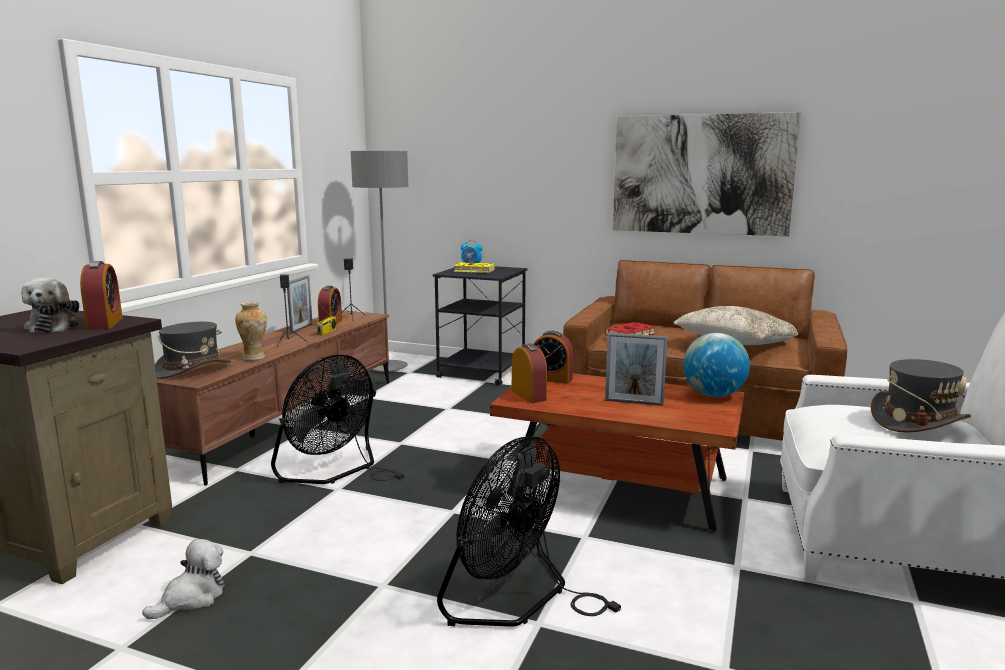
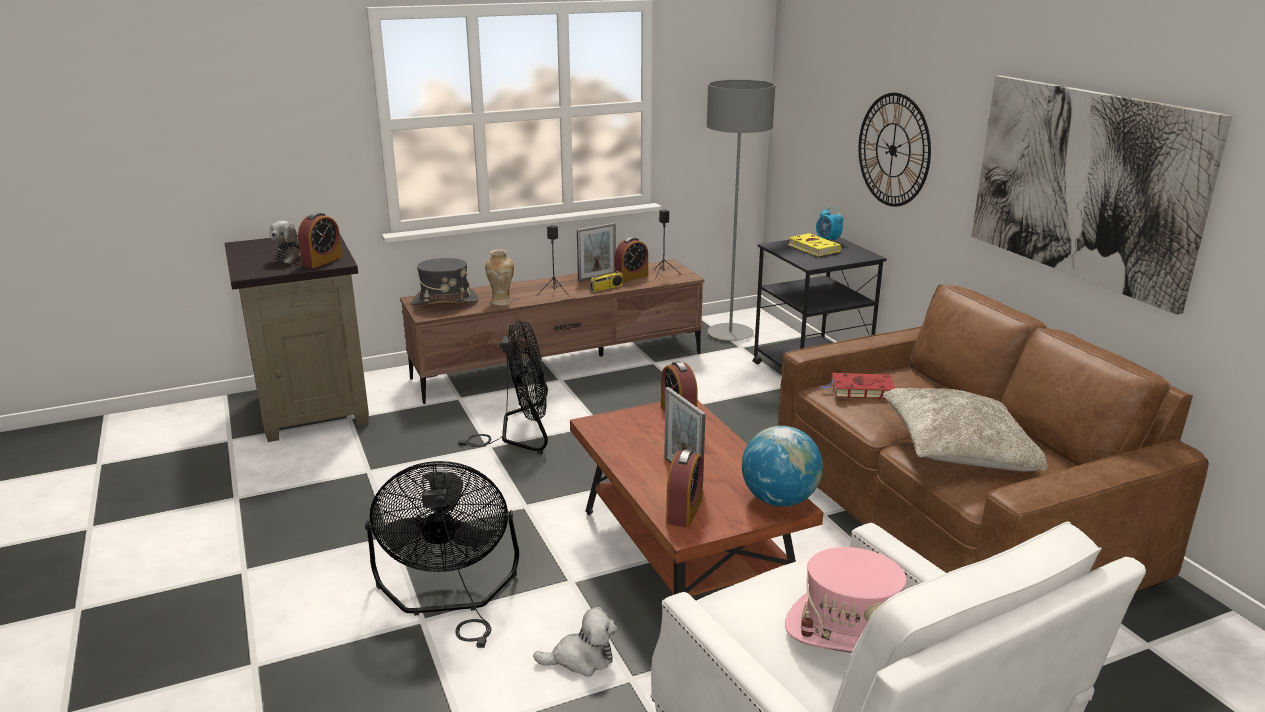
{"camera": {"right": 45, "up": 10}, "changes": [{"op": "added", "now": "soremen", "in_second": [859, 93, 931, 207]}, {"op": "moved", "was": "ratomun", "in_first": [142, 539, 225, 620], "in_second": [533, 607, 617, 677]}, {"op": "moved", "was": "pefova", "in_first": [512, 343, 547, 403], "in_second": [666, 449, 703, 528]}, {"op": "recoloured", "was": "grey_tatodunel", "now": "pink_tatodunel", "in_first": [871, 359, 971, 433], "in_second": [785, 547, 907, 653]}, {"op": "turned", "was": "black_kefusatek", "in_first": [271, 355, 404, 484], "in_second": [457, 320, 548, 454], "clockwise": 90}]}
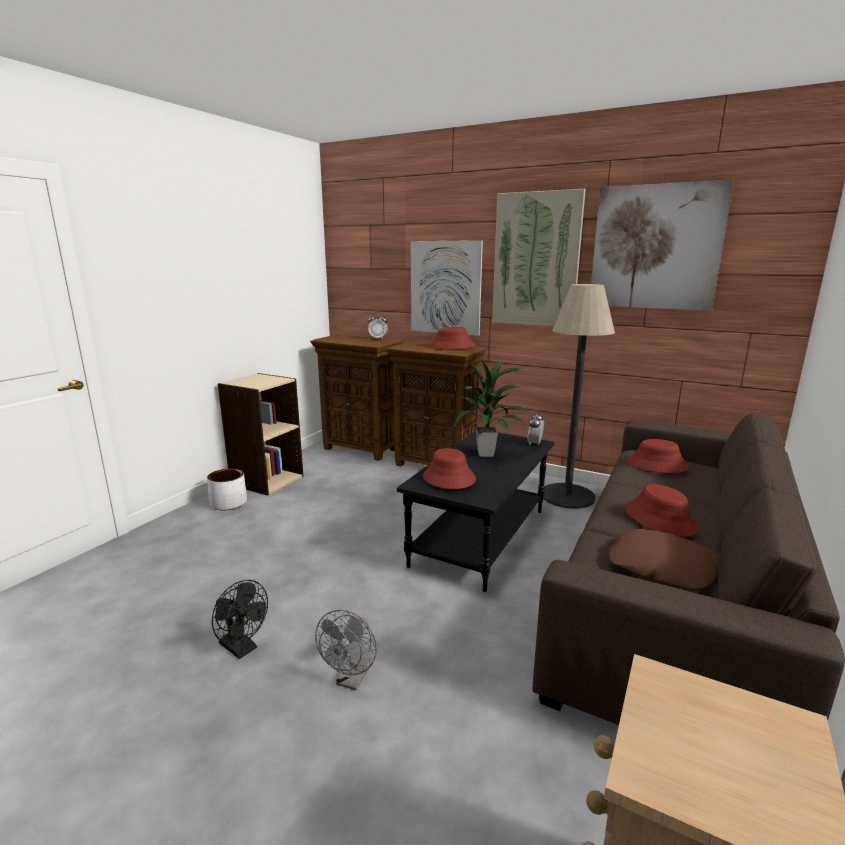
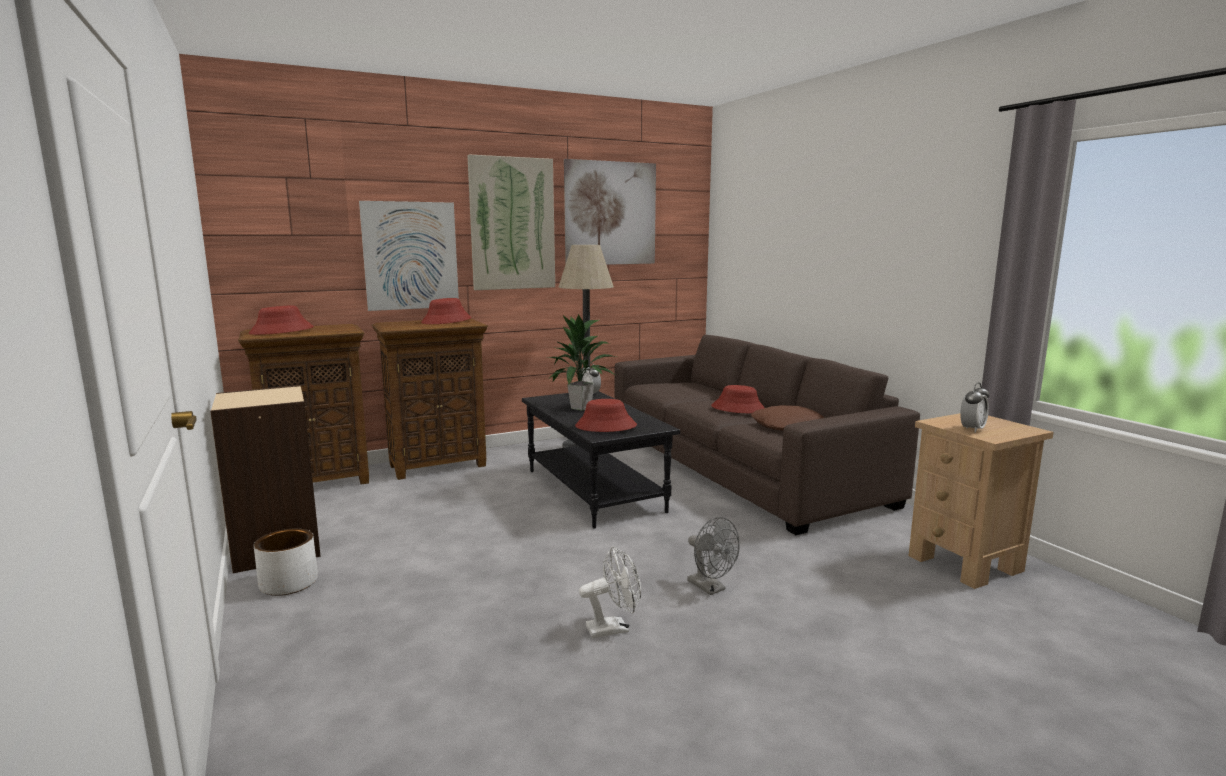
{"camera": {"right": -55, "up": -5}, "changes": [{"op": "moved", "was": "pefova", "in_first": [368, 313, 388, 339], "in_second": [960, 383, 989, 433]}, {"op": "moved", "was": "red_tatodunel", "in_first": [626, 439, 690, 473], "in_second": [248, 306, 314, 335]}, {"op": "recoloured", "was": "black_kefusatek", "now": "white_kefusatek", "in_first": [212, 580, 268, 659], "in_second": [579, 546, 641, 638]}]}
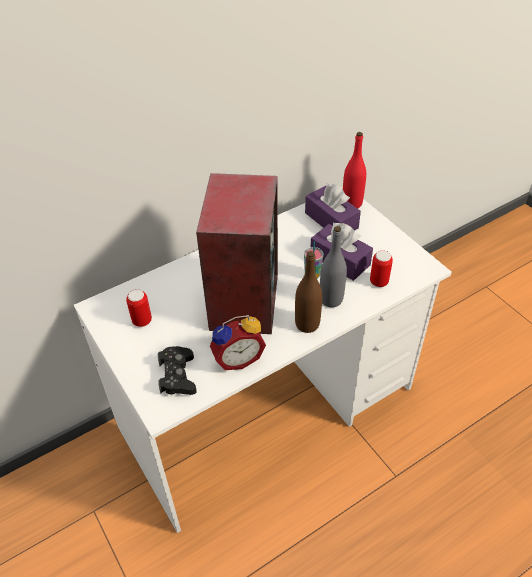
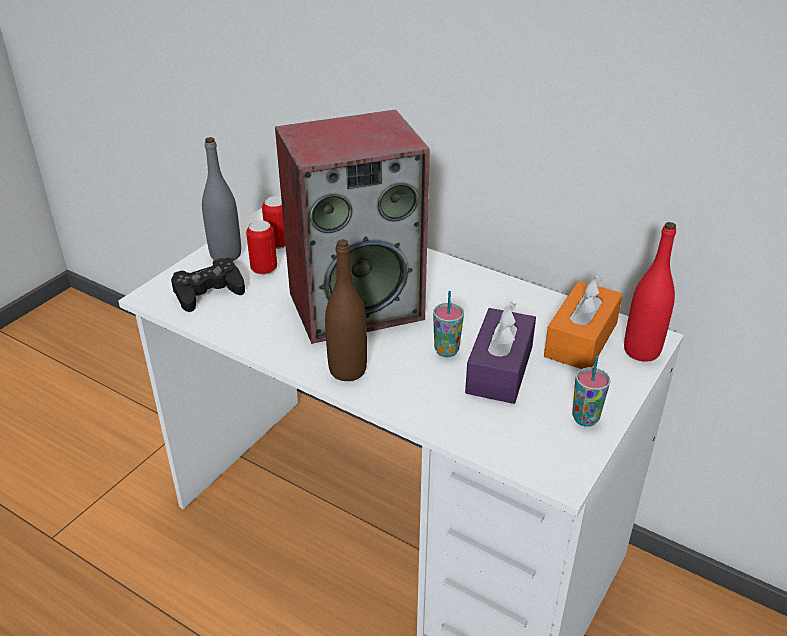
{"camera": {"right": 65, "up": -10}, "changes": [{"op": "removed", "was": "pefova", "in_first": [210, 315, 266, 370]}, {"op": "added", "now": "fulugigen", "in_second": [572, 356, 611, 427]}, {"op": "moved", "was": "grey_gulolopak", "in_first": [320, 226, 347, 307], "in_second": [202, 137, 241, 261]}, {"op": "moved", "was": "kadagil", "in_first": [370, 251, 393, 287], "in_second": [246, 220, 277, 275]}, {"op": "recoloured", "was": "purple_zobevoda", "now": "orange_zobevoda", "in_first": [305, 183, 361, 231], "in_second": [544, 275, 623, 369]}]}
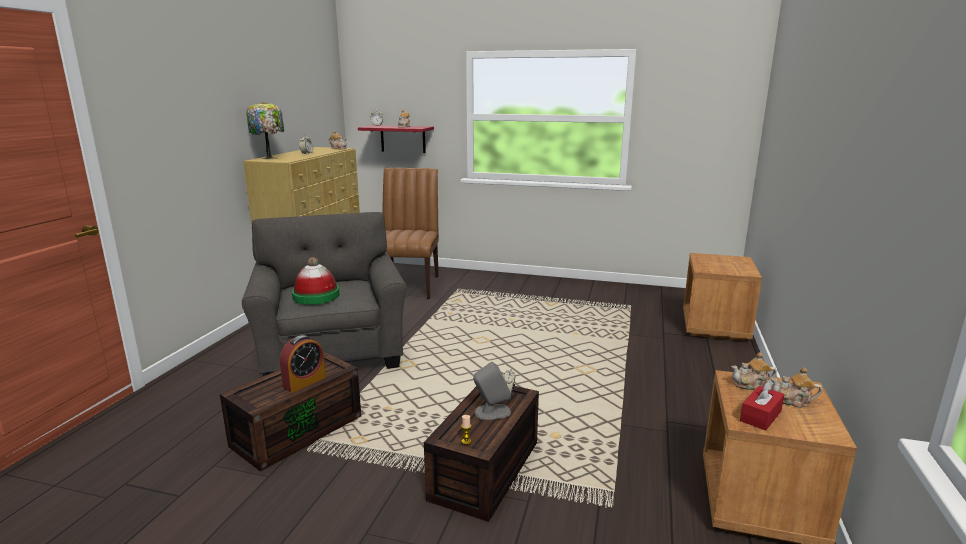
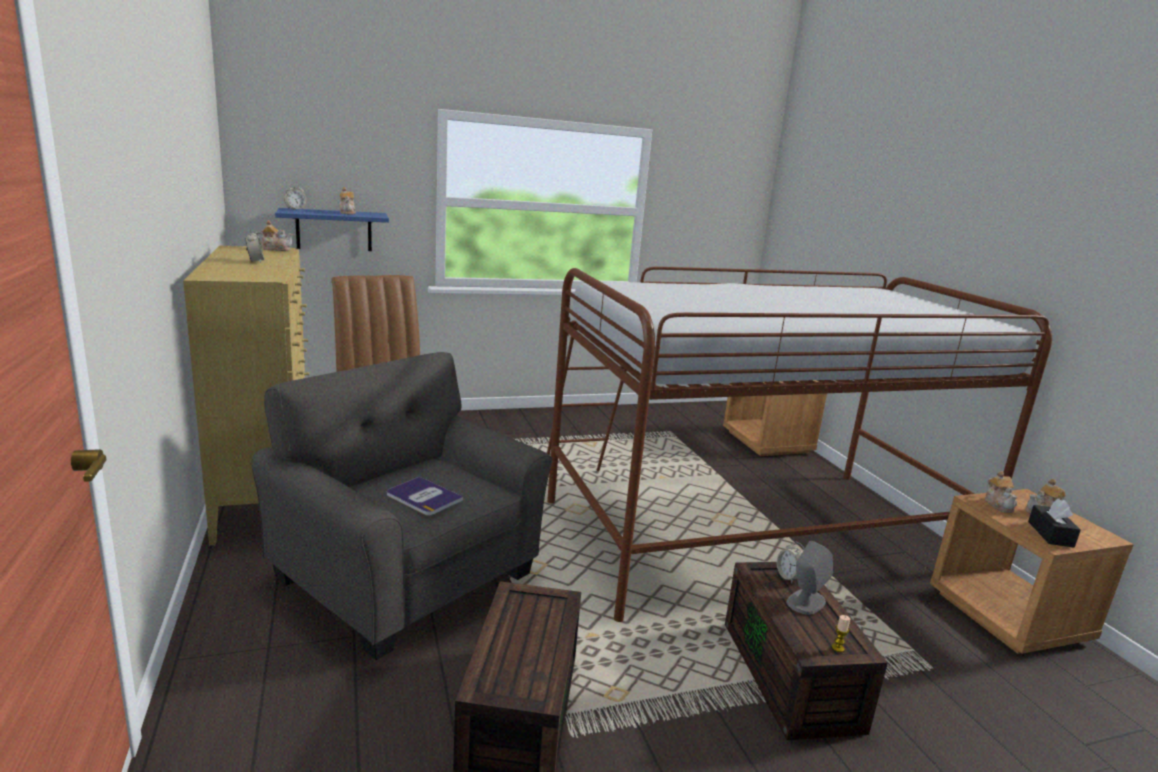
{"camera": {"right": -35, "up": 0}, "changes": [{"op": "removed", "was": "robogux", "in_first": [246, 102, 284, 160]}, {"op": "removed", "was": "pefova", "in_first": [280, 335, 326, 393]}, {"op": "added", "now": "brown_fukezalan", "in_second": [547, 267, 1052, 622]}, {"op": "replaced", "was": "tatodunel", "now": "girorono", "in_first": [292, 257, 340, 305], "in_second": [387, 477, 463, 516]}, {"op": "recoloured", "was": "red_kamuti", "now": "blue_kamuti", "in_first": [358, 125, 434, 153], "in_second": [275, 208, 389, 251]}, {"op": "recoloured", "was": "red_zobevoda", "now": "black_zobevoda", "in_first": [740, 381, 785, 431], "in_second": [1028, 499, 1081, 548]}, {"op": "turned", "was": "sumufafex", "in_first": [731, 352, 777, 390], "in_second": [985, 471, 1018, 513], "clockwise": -60}]}
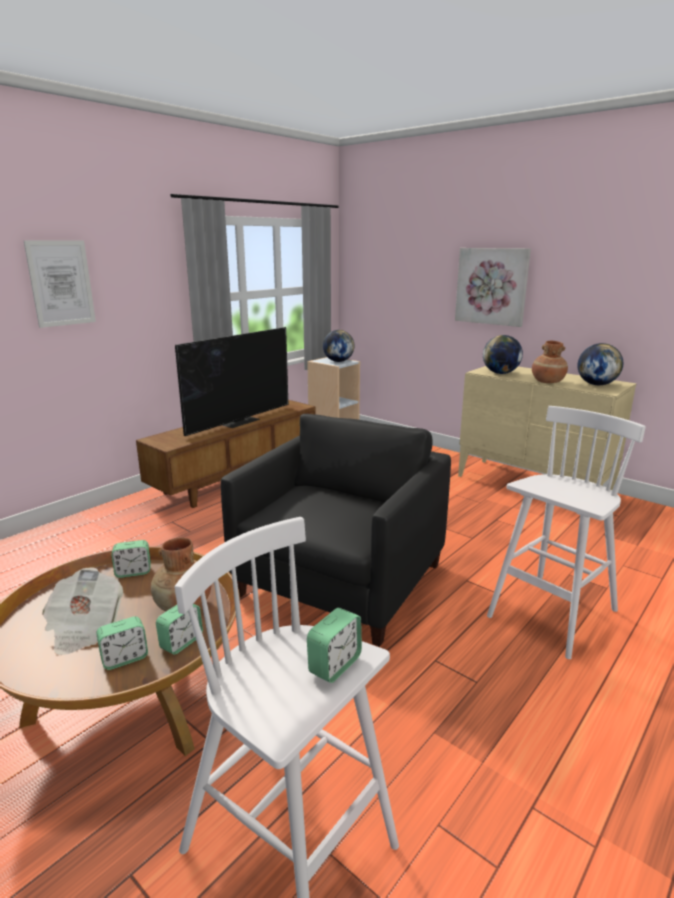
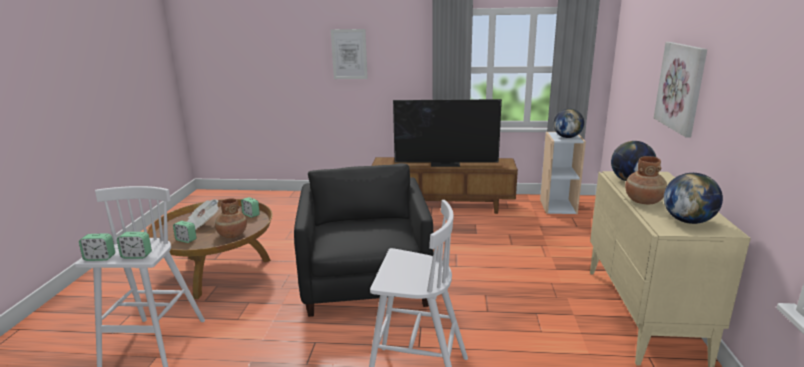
{"camera": {"right": 55, "up": 0}, "changes": [{"op": "moved", "was": "pefova", "in_first": [156, 604, 203, 655], "in_second": [79, 233, 115, 261]}, {"op": "turned", "was": "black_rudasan", "in_first": [221, 414, 451, 647], "in_second": [294, 163, 434, 317], "clockwise": -90}]}
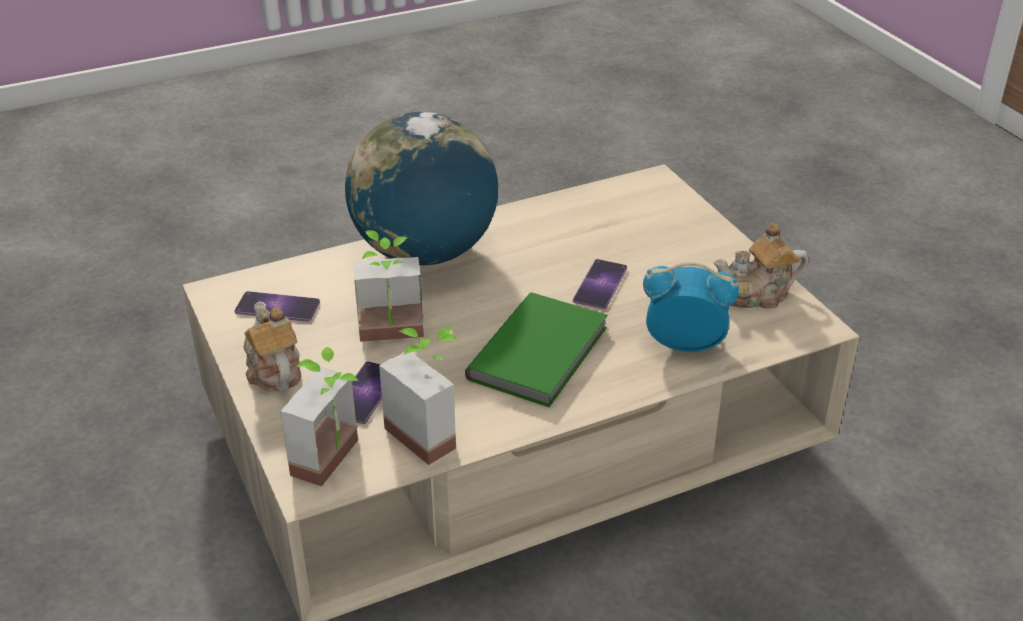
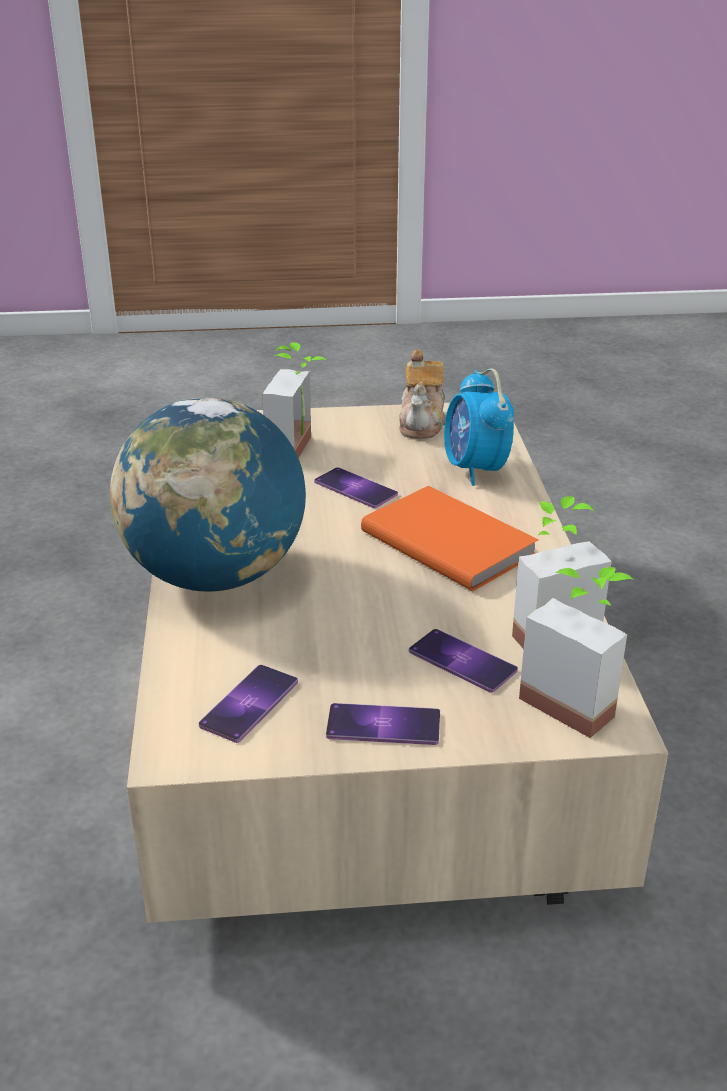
{"camera": {"right": -70, "up": -5}, "changes": [{"op": "moved", "was": "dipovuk", "in_first": [354, 230, 424, 342], "in_second": [262, 342, 326, 458]}, {"op": "replaced", "was": "sumufafex", "now": "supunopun", "in_first": [244, 301, 301, 391], "in_second": [326, 703, 440, 745]}, {"op": "recoloured", "was": "green_girorono", "now": "orange_girorono", "in_first": [465, 292, 608, 407], "in_second": [361, 486, 538, 591]}, {"op": "turned", "was": "pefova", "in_first": [643, 262, 739, 352], "in_second": [444, 368, 514, 486], "clockwise": -45}]}
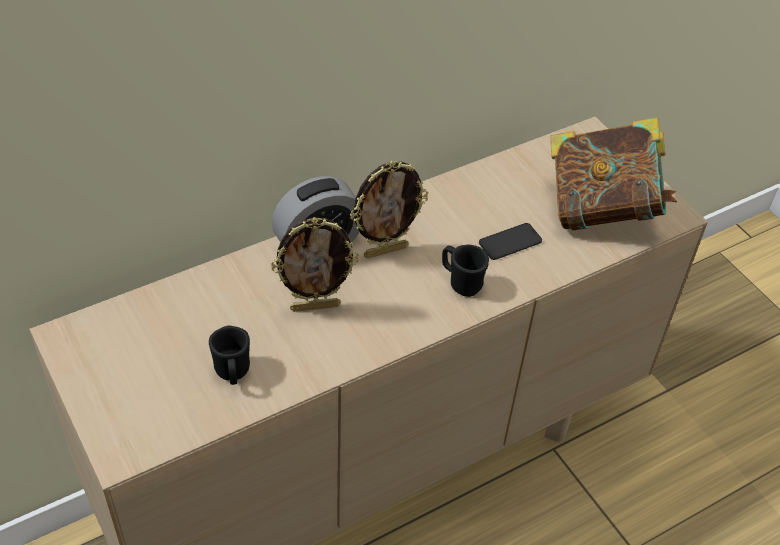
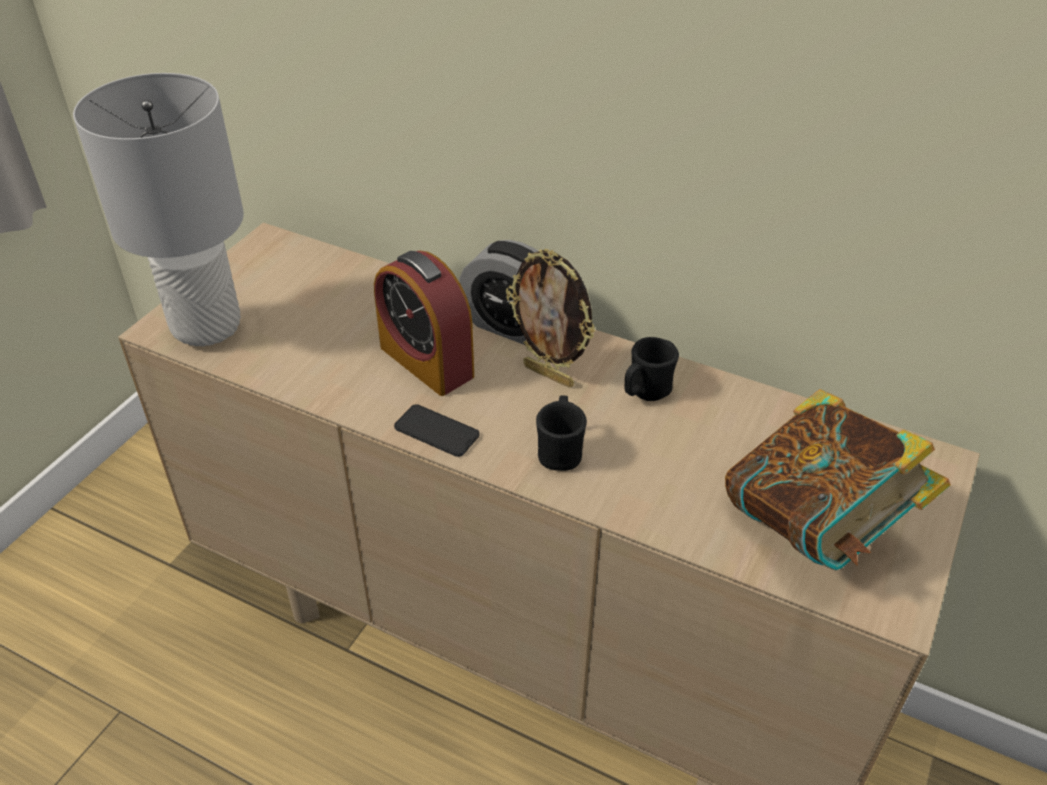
{"camera": {"right": 60, "up": -5}, "changes": [{"op": "added", "now": "grey_robogux", "in_second": [73, 73, 244, 346]}, {"op": "moved", "was": "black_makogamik", "in_first": [209, 326, 250, 385], "in_second": [625, 337, 679, 401]}, {"op": "moved", "was": "supunopun", "in_first": [479, 223, 542, 260], "in_second": [394, 404, 479, 457]}, {"op": "replaced", "was": "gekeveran", "now": "pefova", "in_first": [271, 217, 359, 312], "in_second": [374, 250, 474, 396]}]}
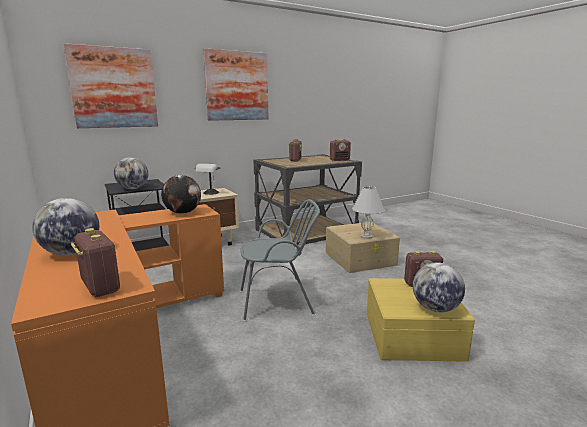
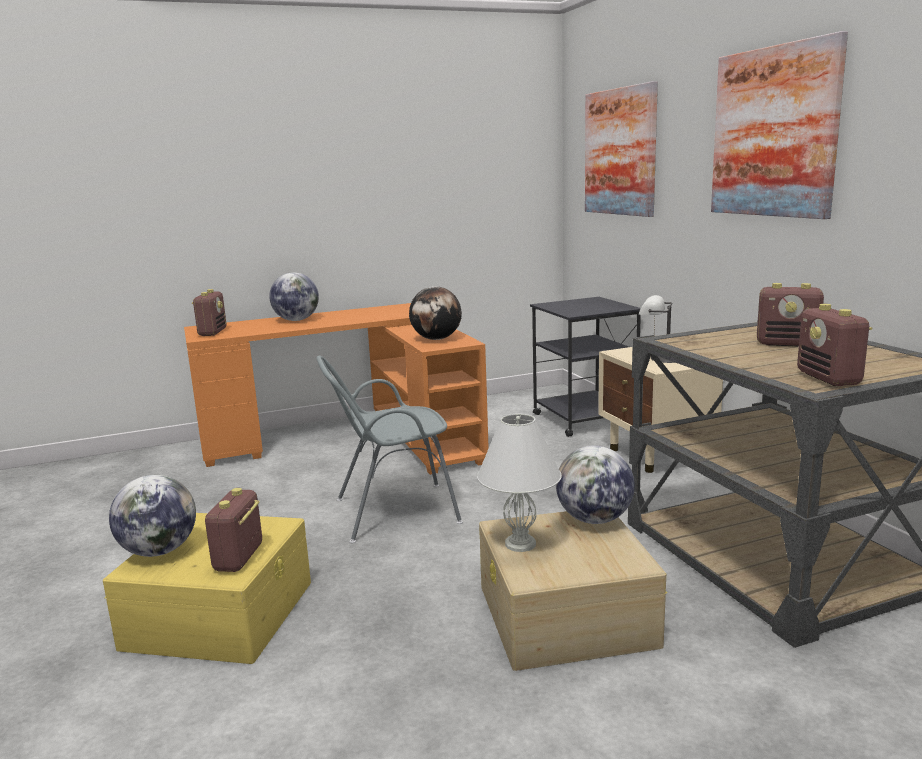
{"camera": {"right": 100, "up": 0}, "changes": [{"op": "moved", "was": "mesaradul", "in_first": [114, 157, 148, 189], "in_second": [556, 445, 635, 524]}, {"op": "turned", "was": "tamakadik", "in_first": [70, 228, 120, 297], "in_second": [192, 289, 226, 336], "clockwise": -60}, {"op": "turned", "was": "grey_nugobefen", "in_first": [240, 199, 320, 322], "in_second": [316, 355, 463, 543], "clockwise": 75}]}
